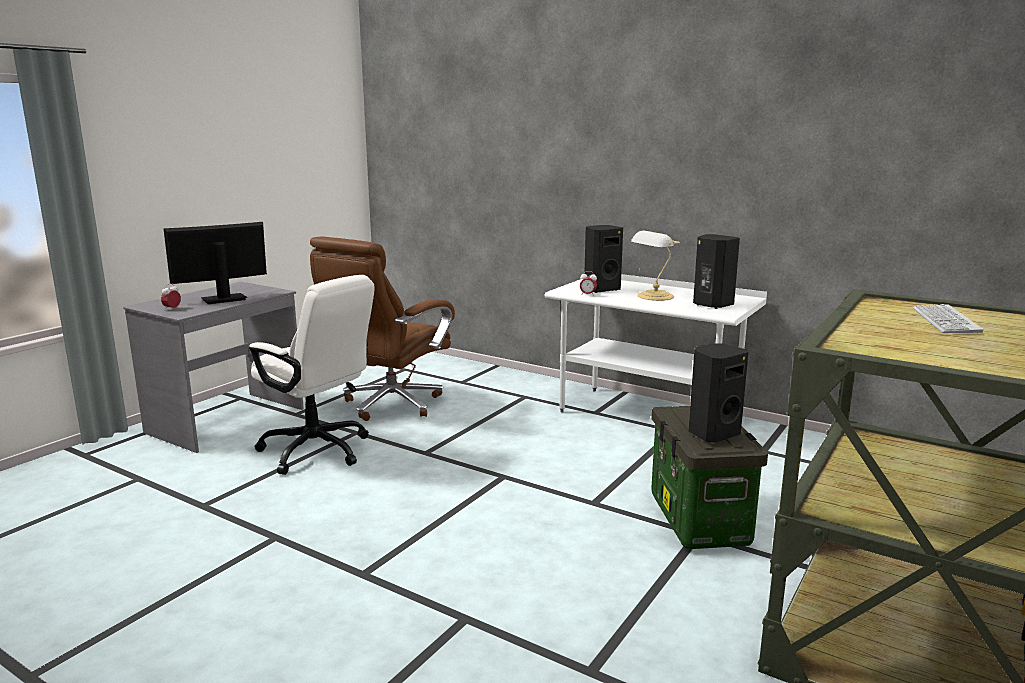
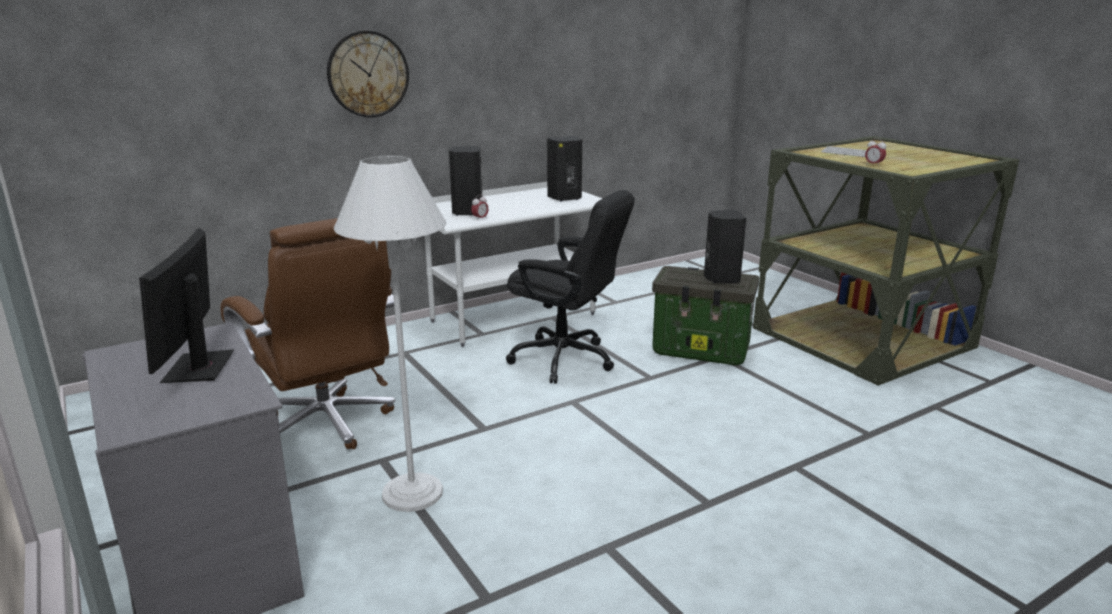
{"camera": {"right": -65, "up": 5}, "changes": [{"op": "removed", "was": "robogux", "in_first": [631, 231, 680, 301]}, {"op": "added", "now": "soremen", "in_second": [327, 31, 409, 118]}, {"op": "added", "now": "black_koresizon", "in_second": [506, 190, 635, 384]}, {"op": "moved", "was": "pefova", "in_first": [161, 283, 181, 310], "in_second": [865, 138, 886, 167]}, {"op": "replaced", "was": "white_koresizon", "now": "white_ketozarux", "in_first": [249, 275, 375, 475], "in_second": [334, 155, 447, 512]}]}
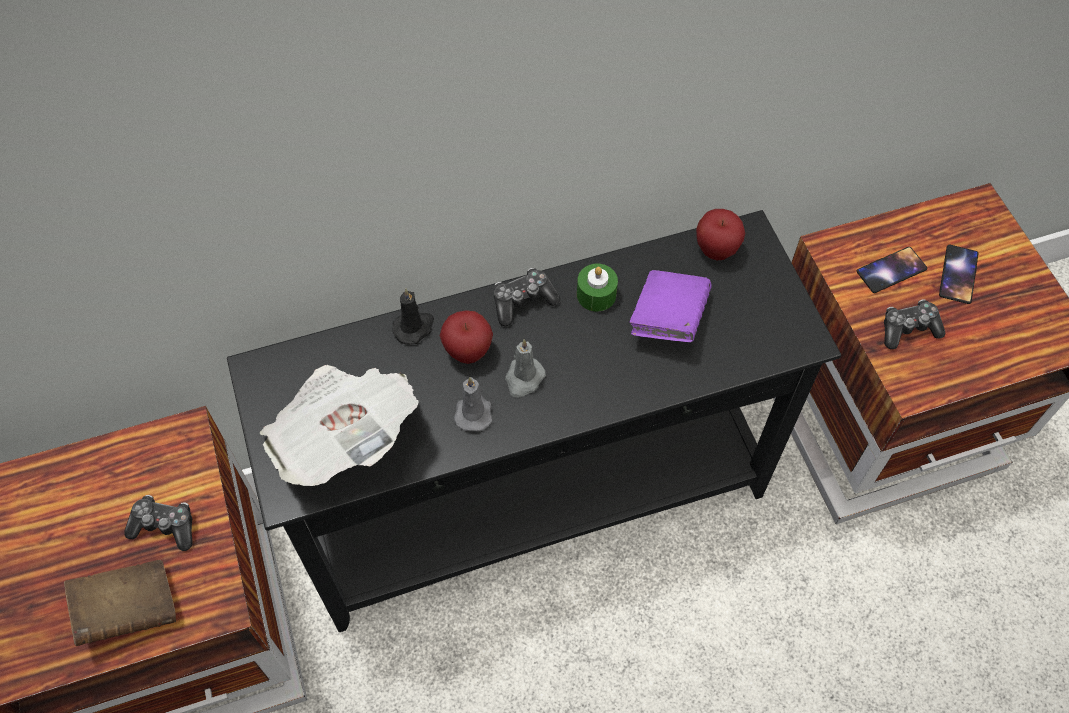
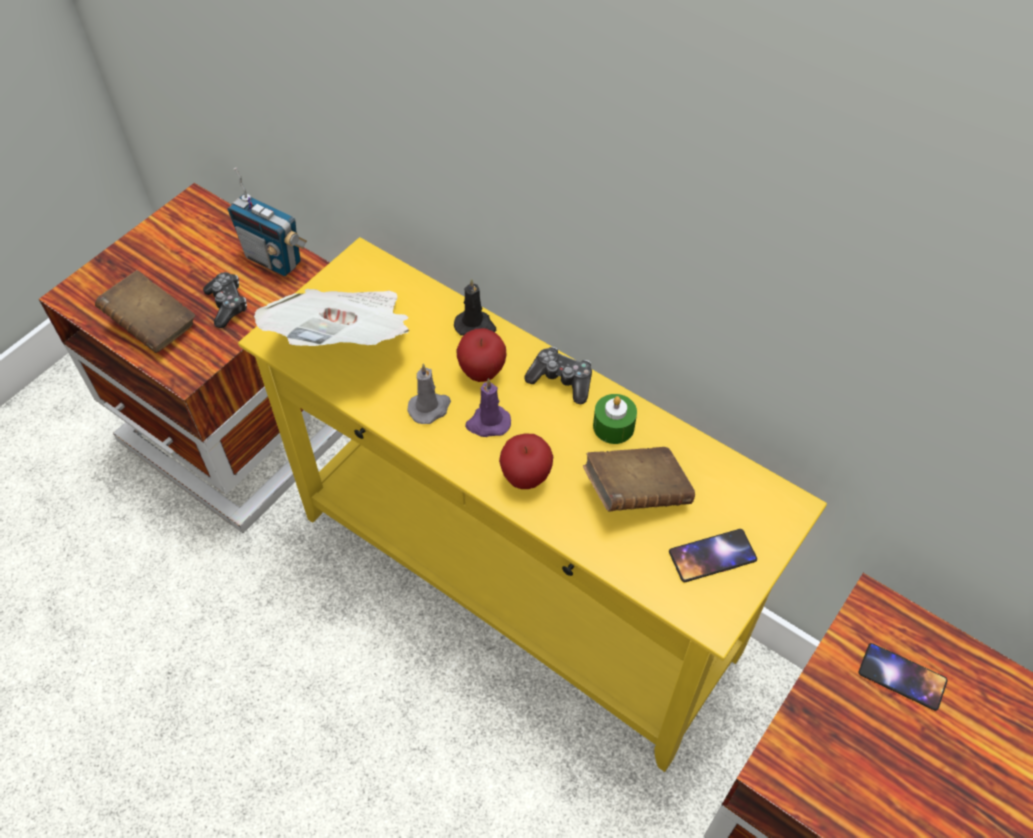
{"camera": {"right": 55, "up": -5}, "changes": [{"op": "removed", "was": "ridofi", "in_first": [884, 300, 945, 349]}, {"op": "added", "now": "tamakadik", "in_second": [227, 168, 307, 276]}, {"op": "moved", "was": "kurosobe", "in_first": [696, 209, 745, 260], "in_second": [499, 434, 553, 489]}, {"op": "moved", "was": "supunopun", "in_first": [939, 245, 978, 304], "in_second": [669, 529, 757, 582]}, {"op": "recoloured", "was": "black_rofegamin", "now": "yellow_rofegamin", "in_first": [227, 210, 841, 632], "in_second": [238, 237, 827, 772]}, {"op": "recoloured", "was": "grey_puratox", "now": "purple_puratox", "in_first": [505, 339, 546, 398], "in_second": [465, 378, 511, 437]}, {"op": "recoloured", "was": "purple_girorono", "now": "brown_girorono", "in_first": [630, 270, 712, 342], "in_second": [583, 447, 695, 511]}]}
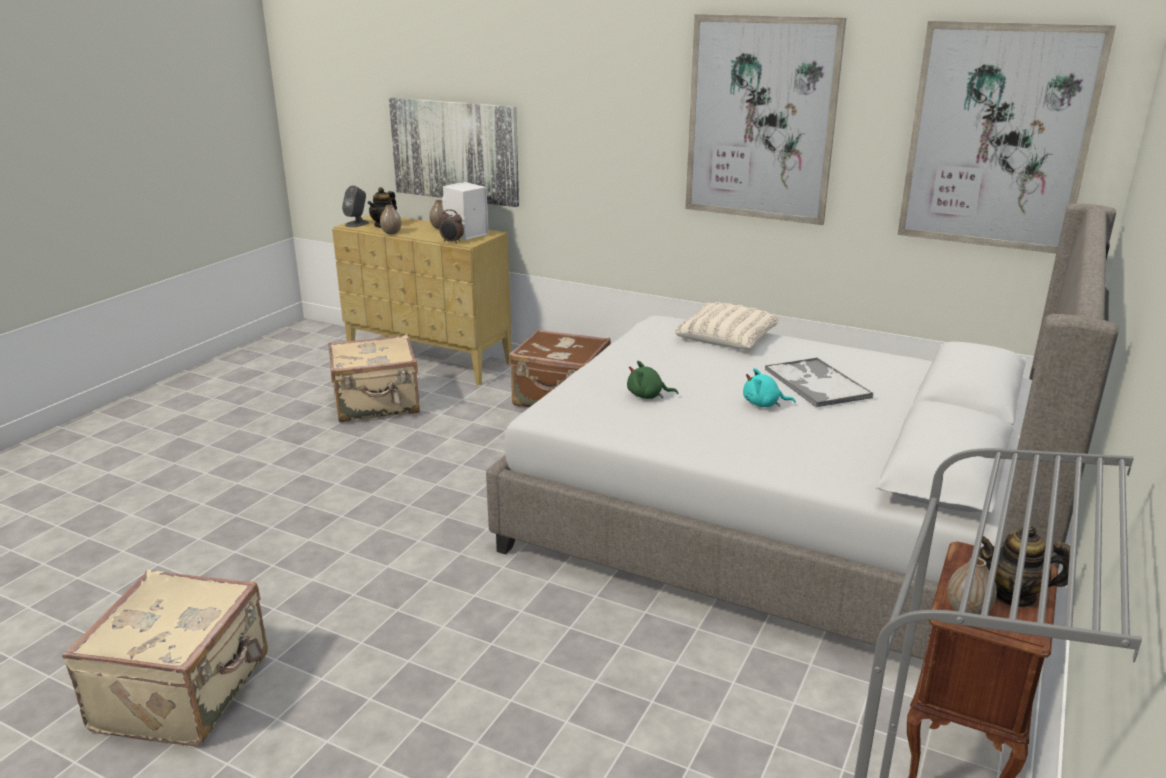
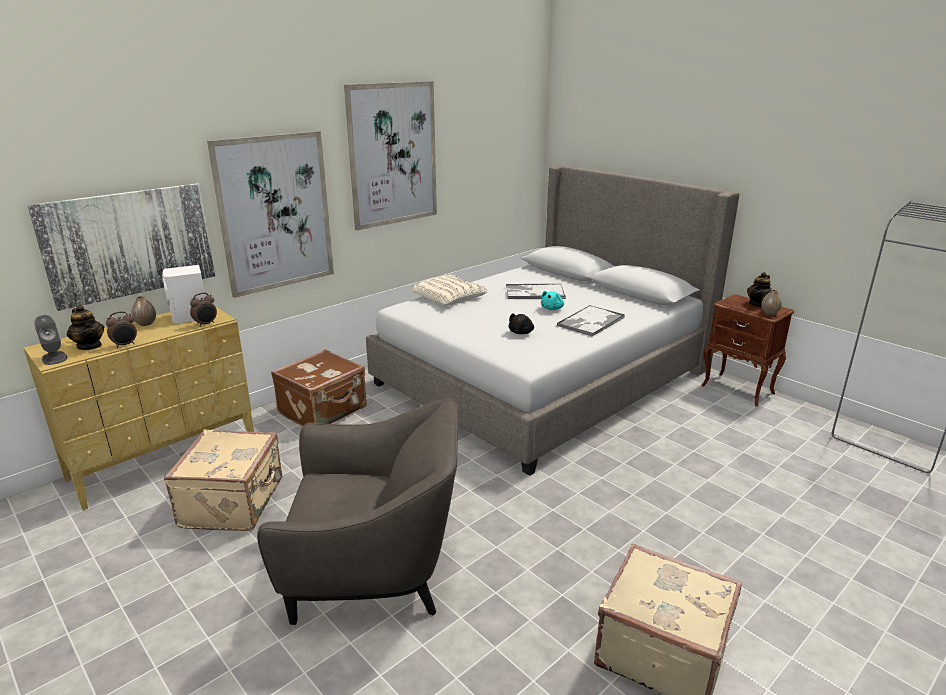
{"camera": {"right": -70, "up": 0}, "changes": [{"op": "added", "now": "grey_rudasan", "in_second": [257, 397, 458, 625]}, {"op": "added", "now": "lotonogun", "in_second": [557, 305, 625, 337]}, {"op": "moved", "was": "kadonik", "in_first": [897, 21, 1116, 254], "in_second": [207, 131, 334, 298]}, {"op": "replaced", "was": "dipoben", "now": "pefova", "in_first": [380, 205, 401, 234], "in_second": [106, 311, 137, 348]}, {"op": "recoloured", "was": "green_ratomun", "now": "black_ratomun", "in_first": [627, 361, 678, 399], "in_second": [509, 313, 534, 334]}]}
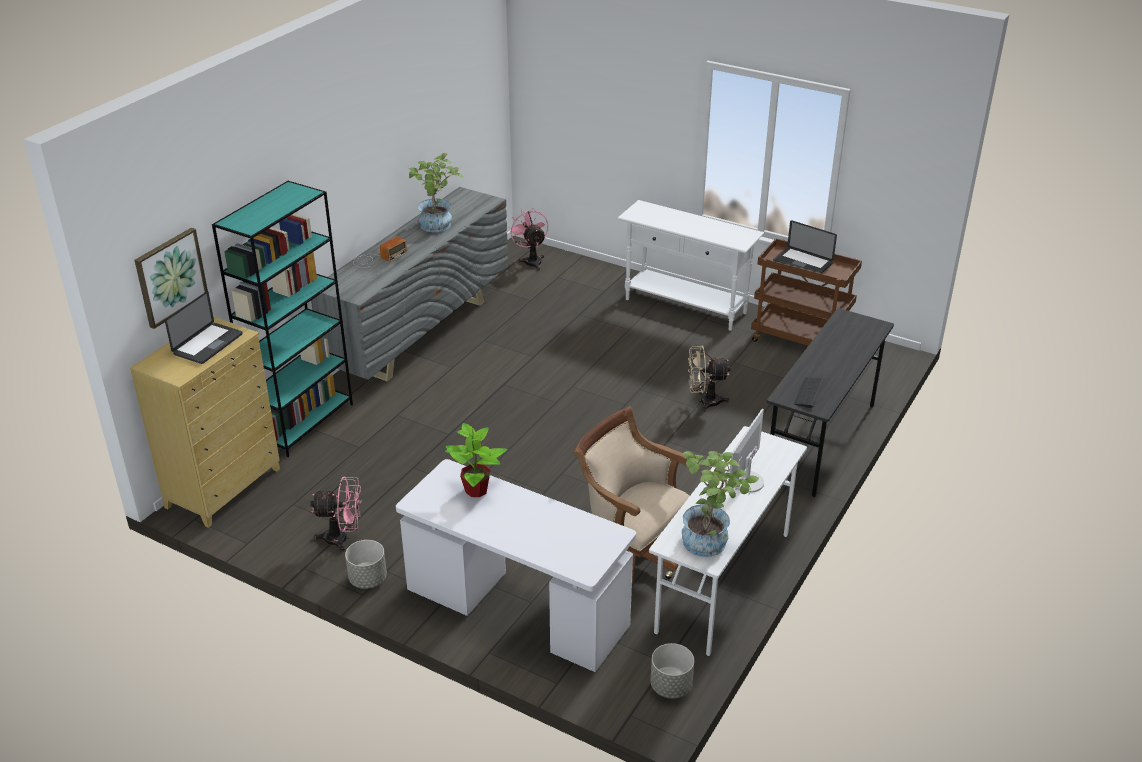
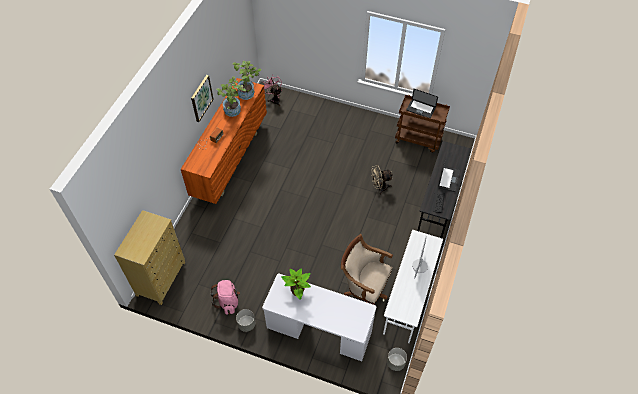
{"camera": {"right": -10, "up": 20}, "changes": [{"op": "removed", "was": "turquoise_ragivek", "in_first": [212, 181, 353, 457]}, {"op": "removed", "was": "white_rofegamin", "in_first": [617, 200, 764, 331]}, {"op": "moved", "was": "kadonik", "in_first": [134, 228, 208, 329], "in_second": [191, 75, 214, 122]}, {"op": "moved", "was": "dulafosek", "in_first": [165, 291, 243, 364], "in_second": [438, 158, 460, 192]}, {"op": "moved", "was": "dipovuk", "in_first": [682, 451, 759, 557], "in_second": [232, 61, 261, 100]}, {"op": "replaced", "was": "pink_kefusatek", "now": "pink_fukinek", "in_first": [310, 477, 362, 552], "in_second": [211, 280, 240, 315]}, {"op": "recoloured", "was": "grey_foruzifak", "now": "orange_foruzifak", "in_first": [311, 187, 508, 382], "in_second": [181, 78, 267, 204]}]}
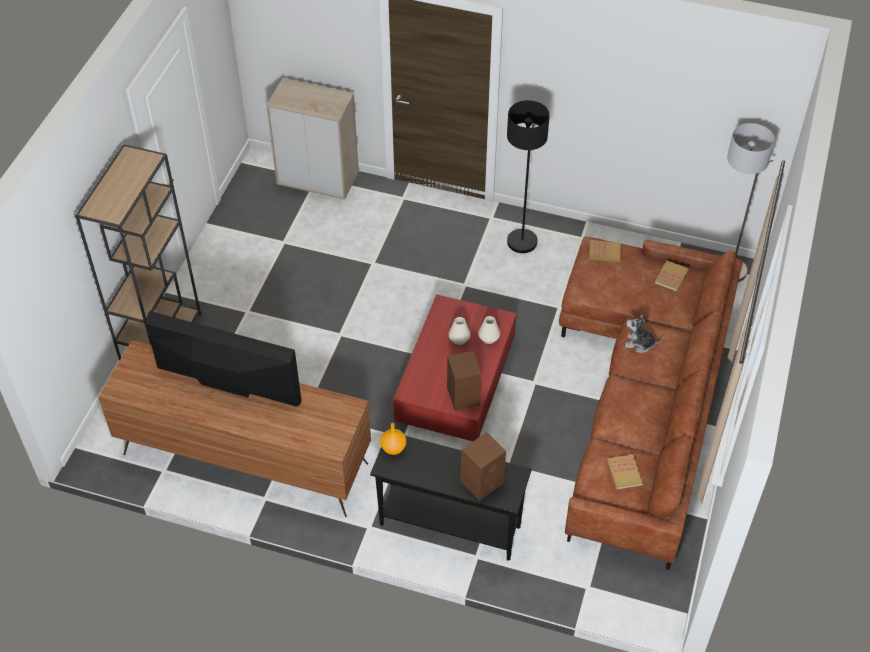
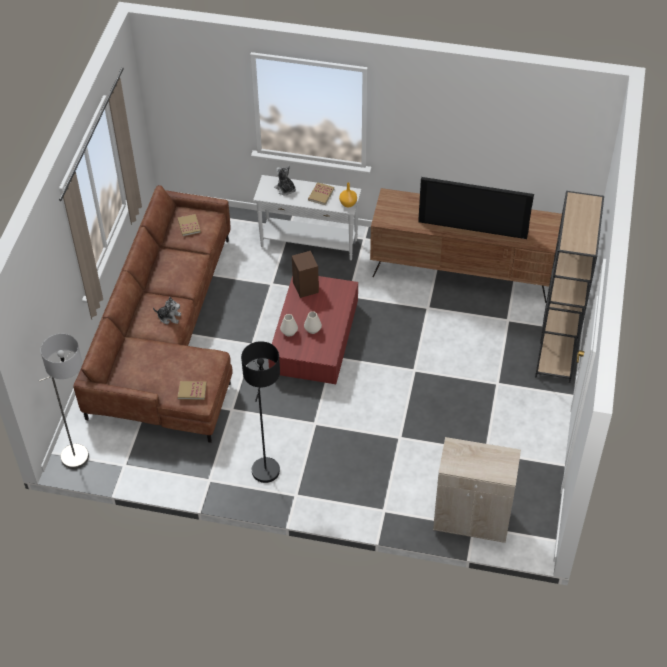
{"camera": {"right": 175, "up": 0}, "changes": [{"op": "moved", "was": "girorono", "in_first": [655, 260, 689, 292], "in_second": [308, 183, 334, 205]}, {"op": "replaced", "was": "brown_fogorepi", "now": "ratomun", "in_first": [460, 432, 506, 501], "in_second": [274, 165, 296, 196]}, {"op": "recoloured", "was": "black_rofegamin", "now": "white_rofegamin", "in_first": [370, 436, 532, 561], "in_second": [253, 175, 362, 260]}]}
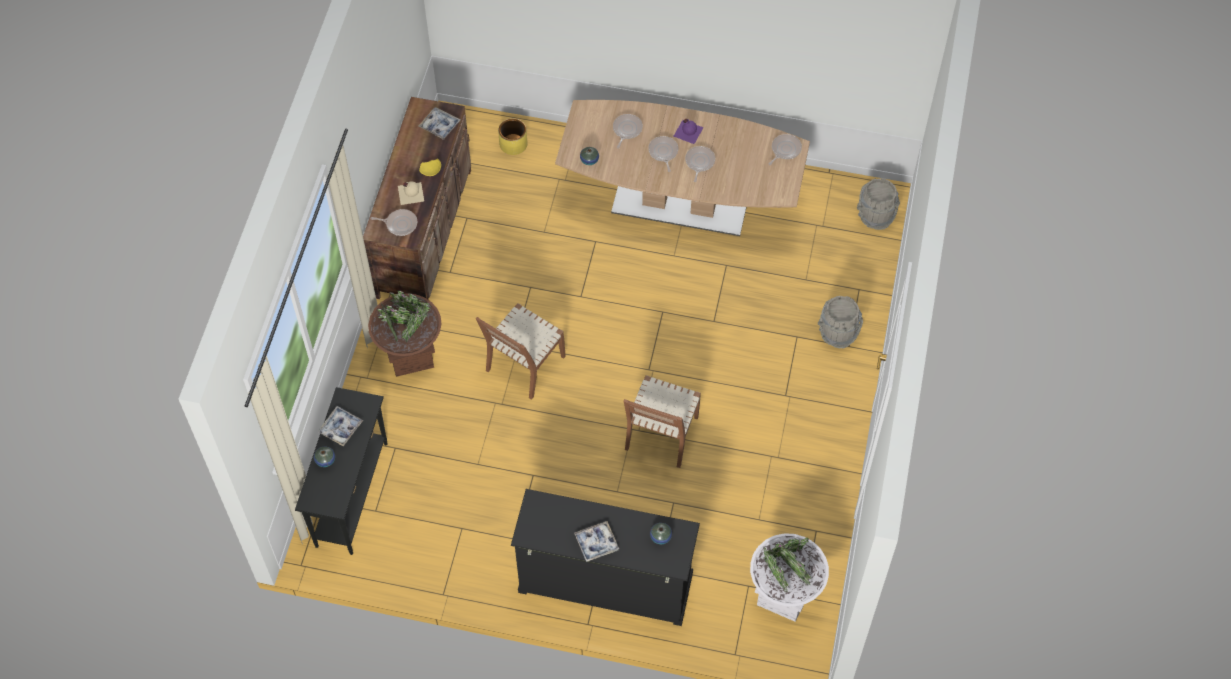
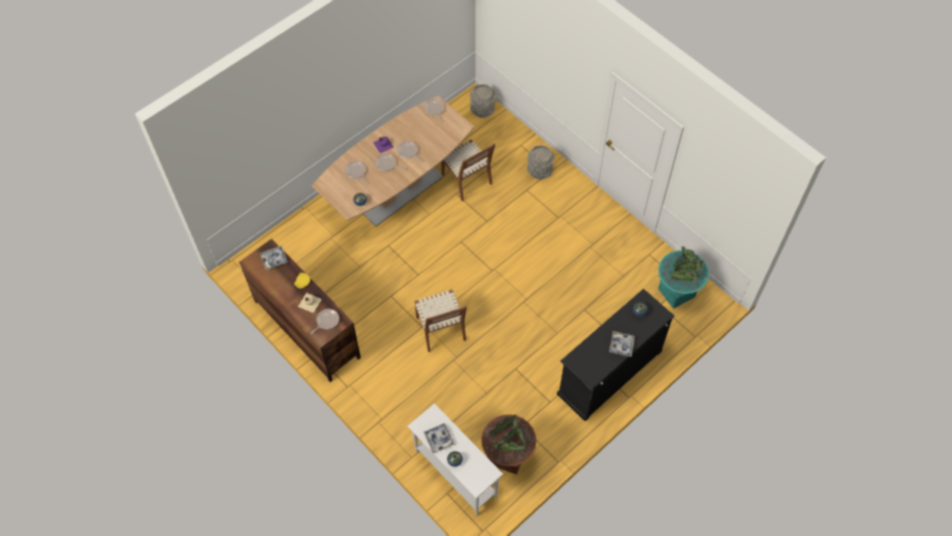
{"camera": {"right": -55, "up": 0}, "changes": [{"op": "removed", "was": "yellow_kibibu", "in_first": [498, 119, 527, 155]}, {"op": "moved", "was": "brown_kibibu", "in_first": [368, 290, 441, 377], "in_second": [481, 414, 536, 474]}, {"op": "moved", "was": "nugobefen", "in_first": [624, 375, 701, 468], "in_second": [441, 139, 495, 201]}, {"op": "recoloured", "was": "black_rofegamin", "now": "white_rofegamin", "in_first": [295, 387, 388, 555], "in_second": [407, 403, 503, 515]}, {"op": "recoloured", "was": "white_kibibu", "now": "turquoise_kibibu", "in_first": [750, 533, 829, 622], "in_second": [658, 246, 709, 309]}]}
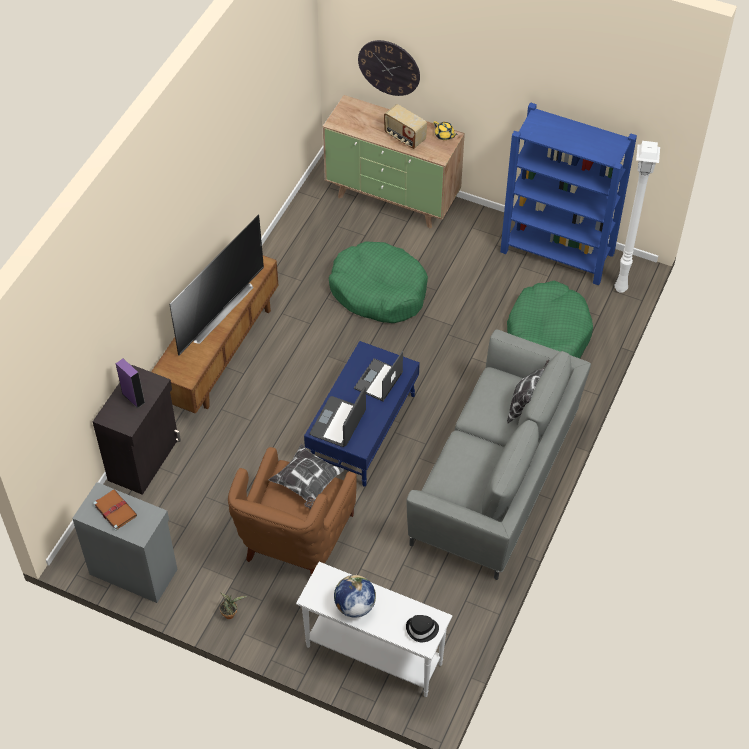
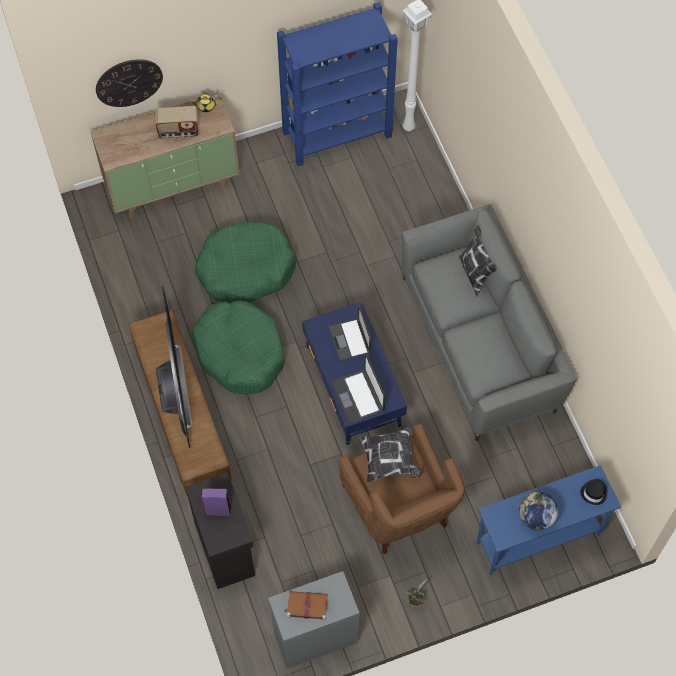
{"camera": {"right": -45, "up": 10}, "changes": [{"op": "moved", "was": "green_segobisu", "in_first": [507, 280, 593, 359], "in_second": [192, 301, 284, 395]}, {"op": "recoloured", "was": "white_rofegamin", "now": "blue_rofegamin", "in_first": [296, 562, 452, 697], "in_second": [476, 465, 621, 575]}]}
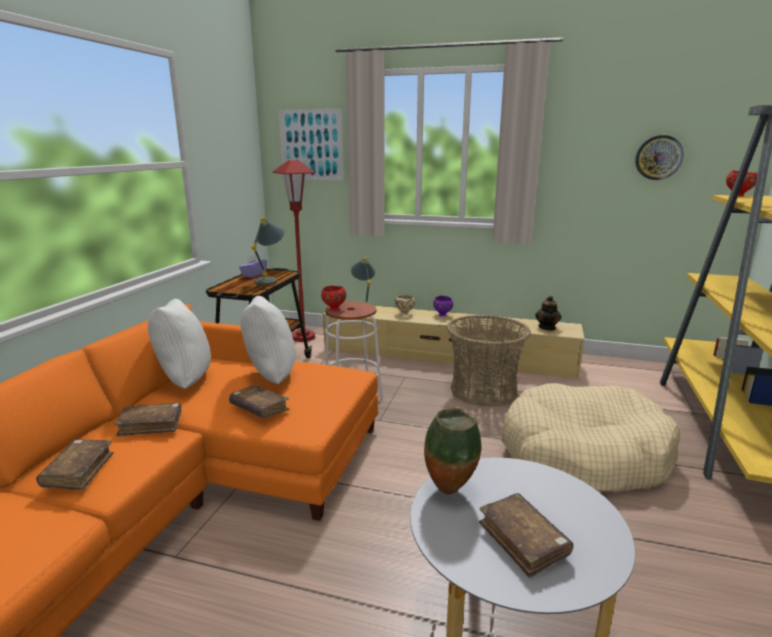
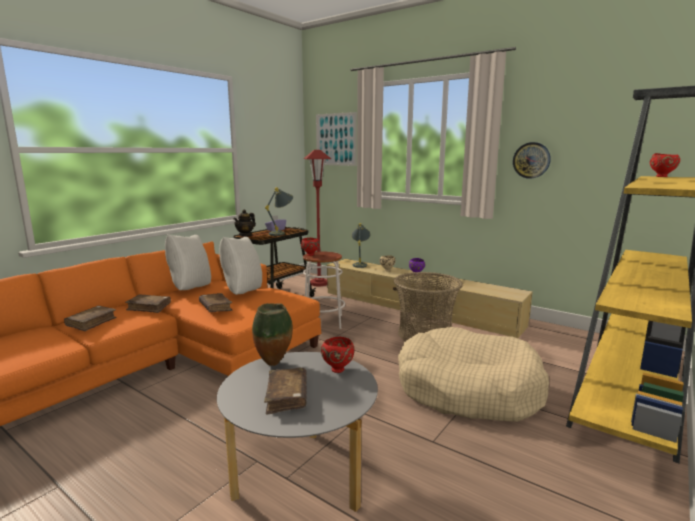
{"camera": {"right": 20, "up": -5}, "changes": [{"op": "added", "now": "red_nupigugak", "in_second": [321, 337, 355, 373]}, {"op": "moved", "was": "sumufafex", "in_first": [535, 296, 562, 330], "in_second": [233, 209, 256, 237]}, {"op": "moved", "was": "soremen", "in_first": [635, 135, 684, 180], "in_second": [513, 142, 551, 179]}]}
